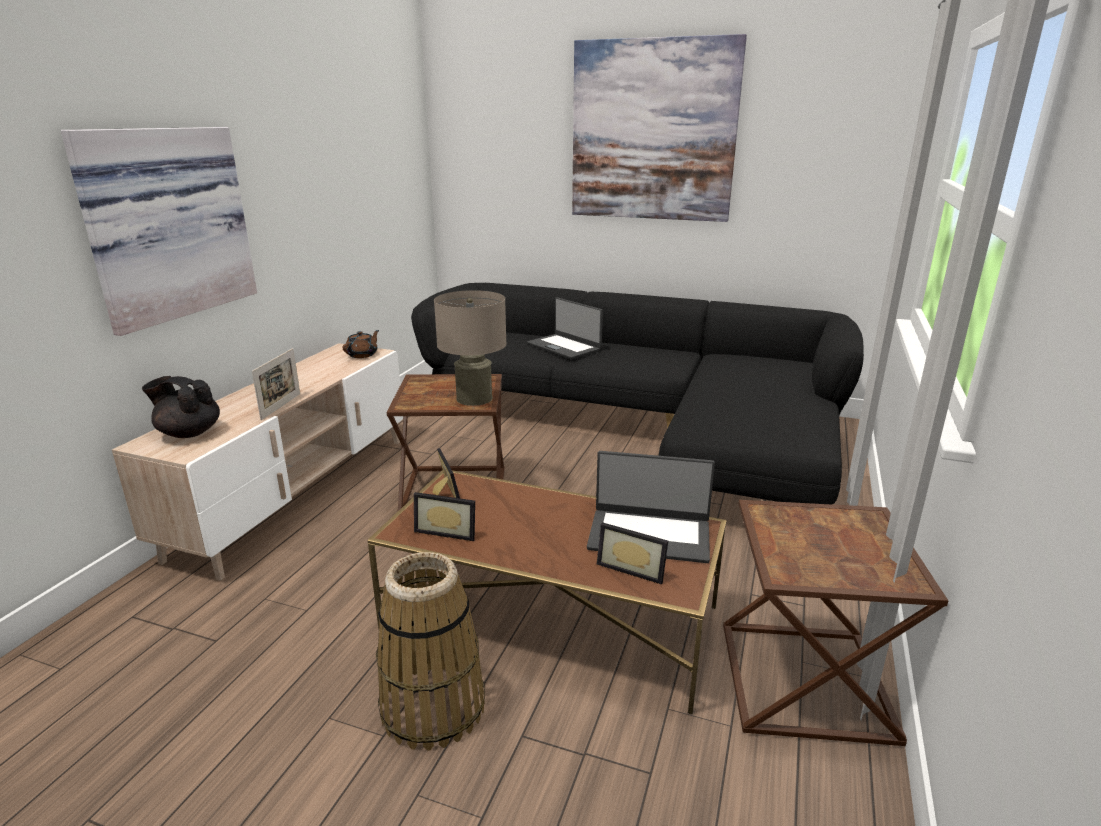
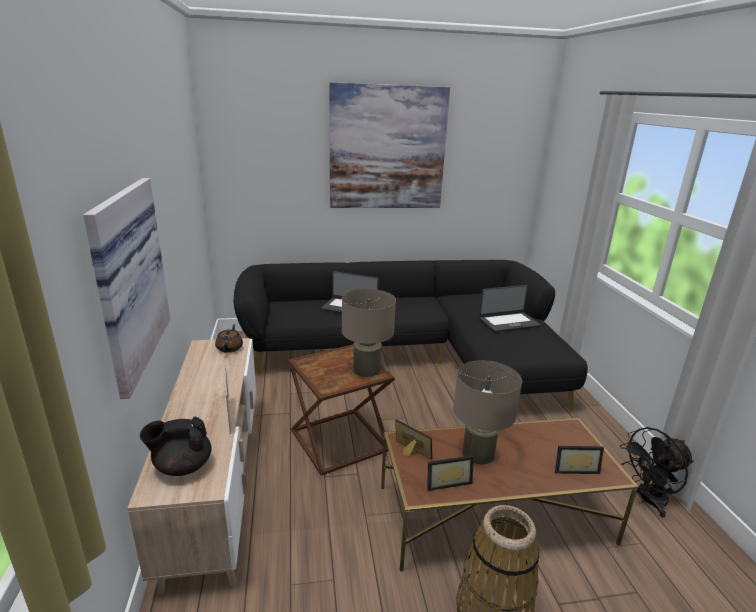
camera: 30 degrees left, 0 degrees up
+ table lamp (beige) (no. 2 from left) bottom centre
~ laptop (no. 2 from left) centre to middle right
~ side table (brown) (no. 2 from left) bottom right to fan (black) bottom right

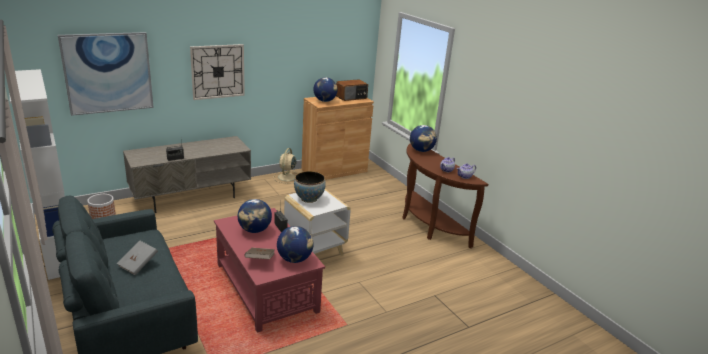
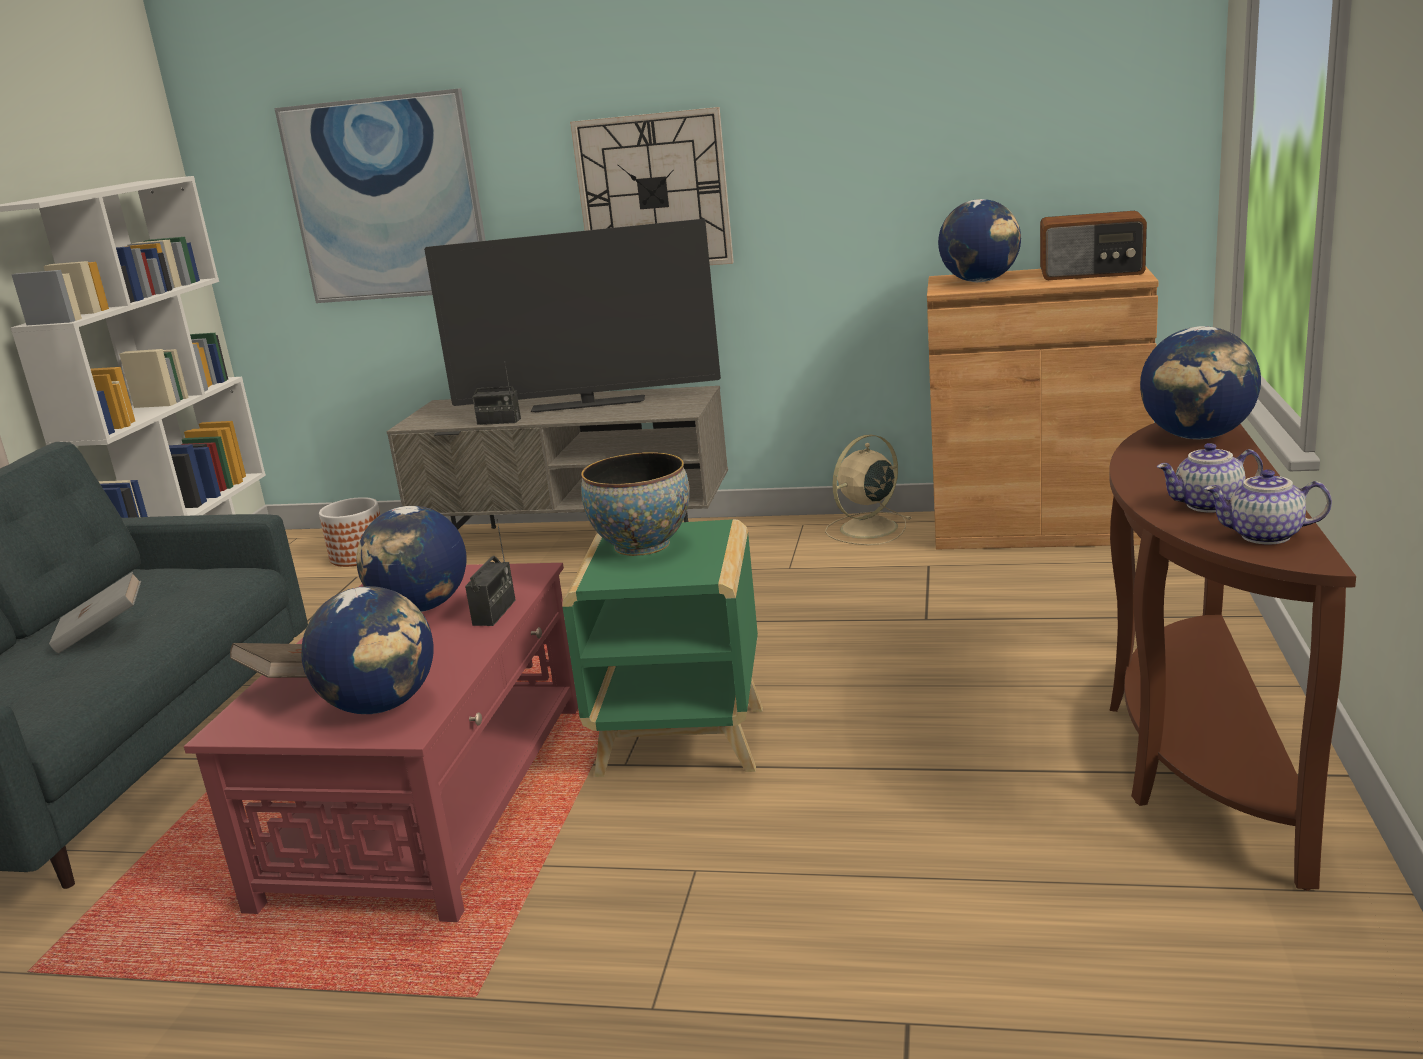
camera: 45 degrees right, 5 degrees down
+ television top centre
~ side table (white) centre to side table (green) centre

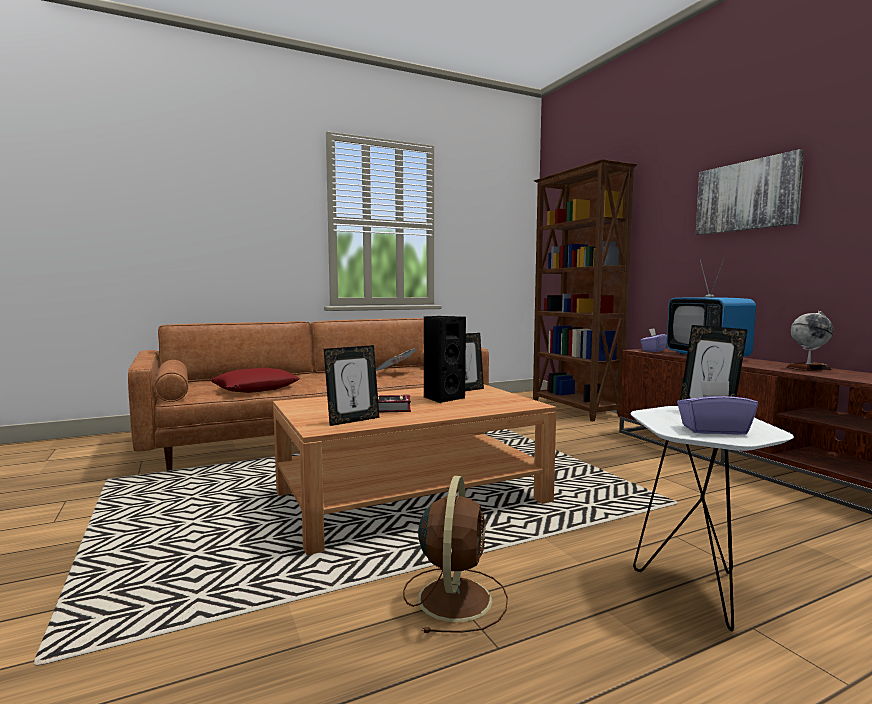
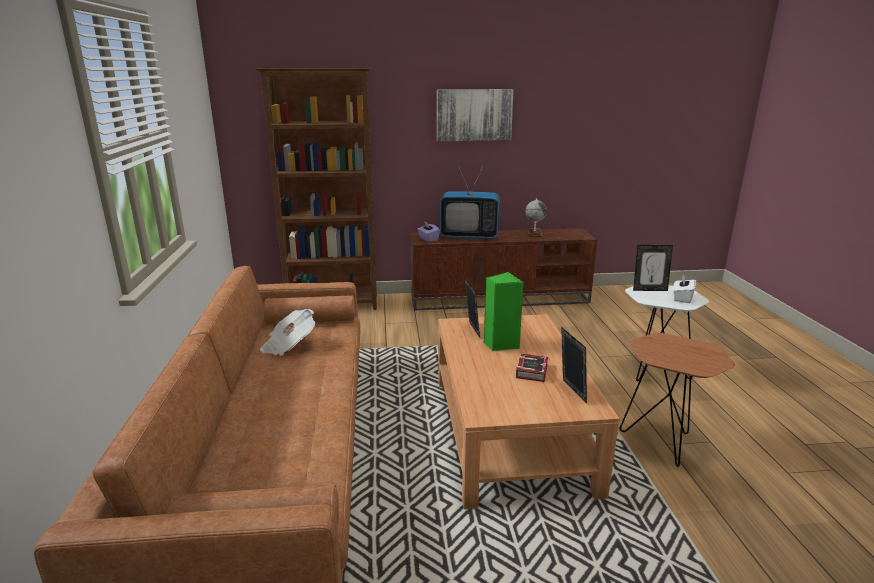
camera: 70 degrees left, 15 degrees up
~ speaker (black) centre to speaker (green) centre
~ fan (brown) bottom centre to side table (brown) bottom right
~ tissue box (purple) (no. 2 from left) middle right to tissue box (white) middle right
- pillow (red) middle left

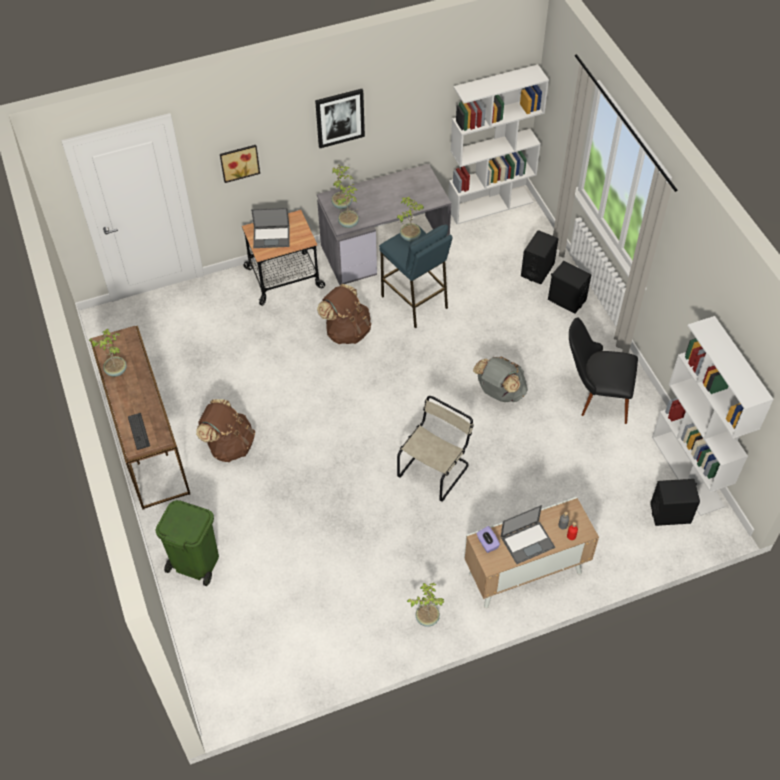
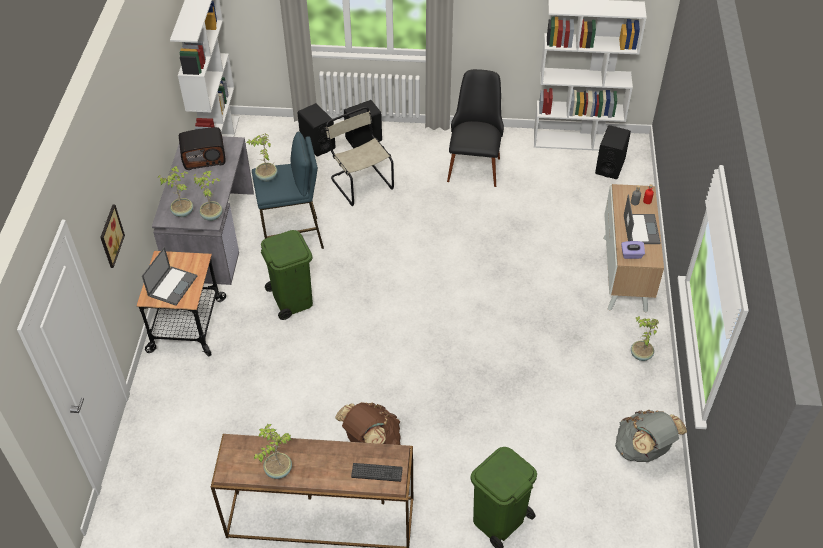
camera: 65 degrees left, 5 degrees down
+ radio top left
~ backpack (brown) (no. 2 from left) centre to trash can (green) (no. 1 from left) centre
~ chair (beige) centre to top centre
~ chair (black) middle right = top centre 150 degrees clockwise
~ backpack (grey) centre to bottom right
- picture (no. 2 from left) top centre

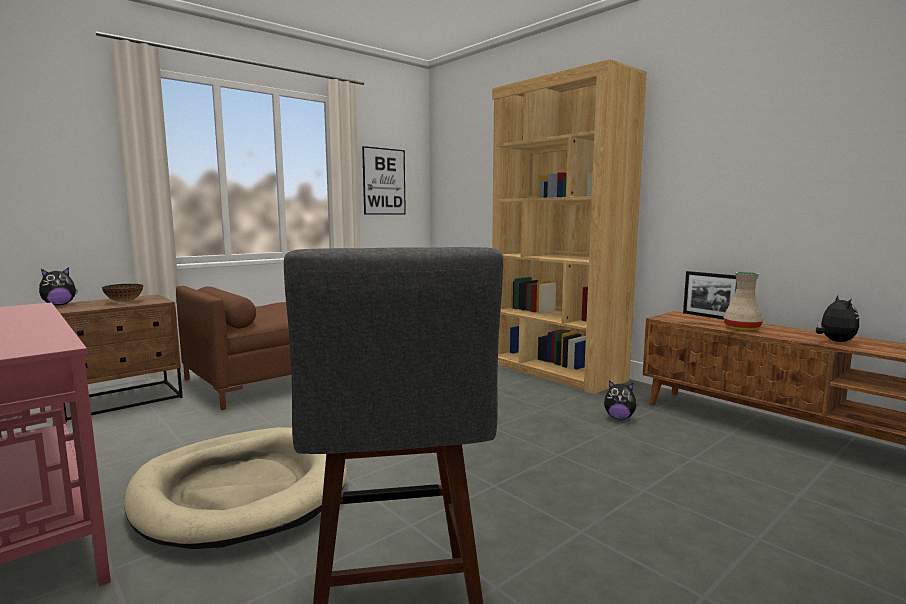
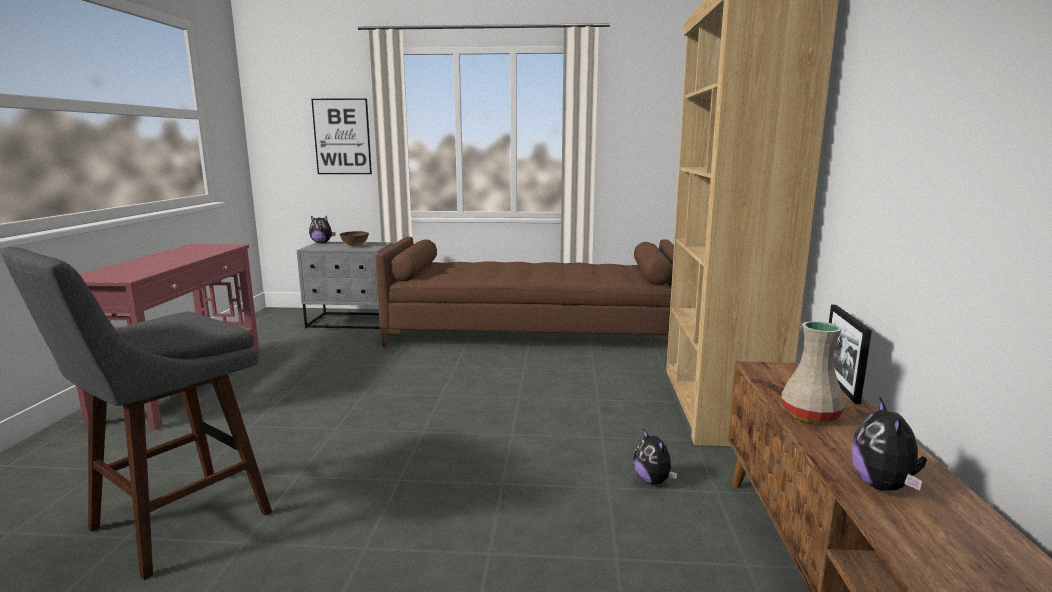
camera: 45 degrees right, 5 degrees up
~ nightstand (brown) middle left to nightstand (grey) middle left
~ picture top centre to top left
~ plush toy (no. 3 from left) middle right = bottom right 135 degrees clockwise
- dog bed (beige) bottom left

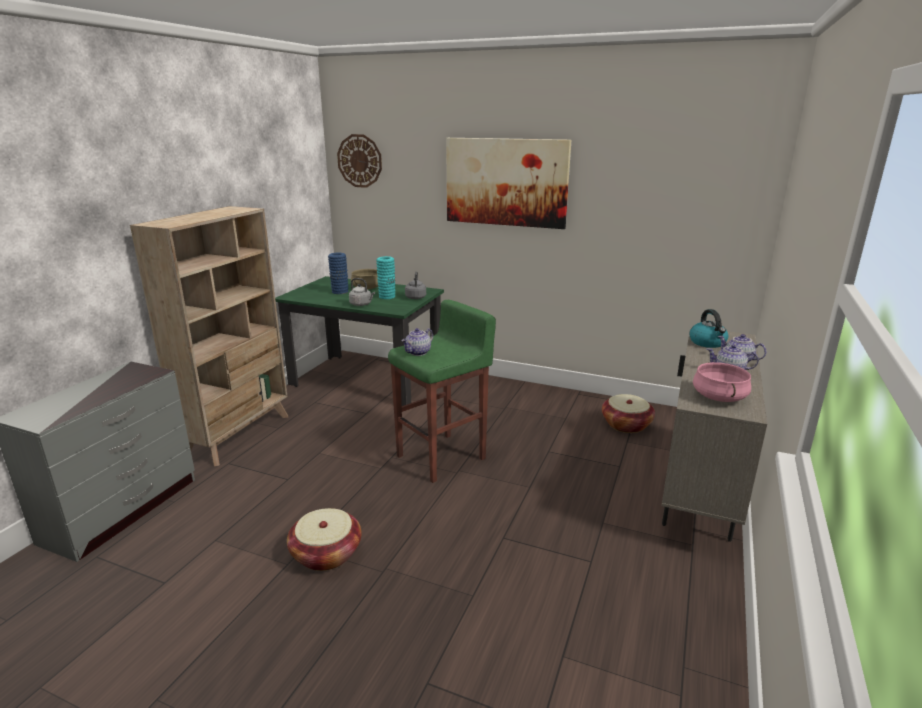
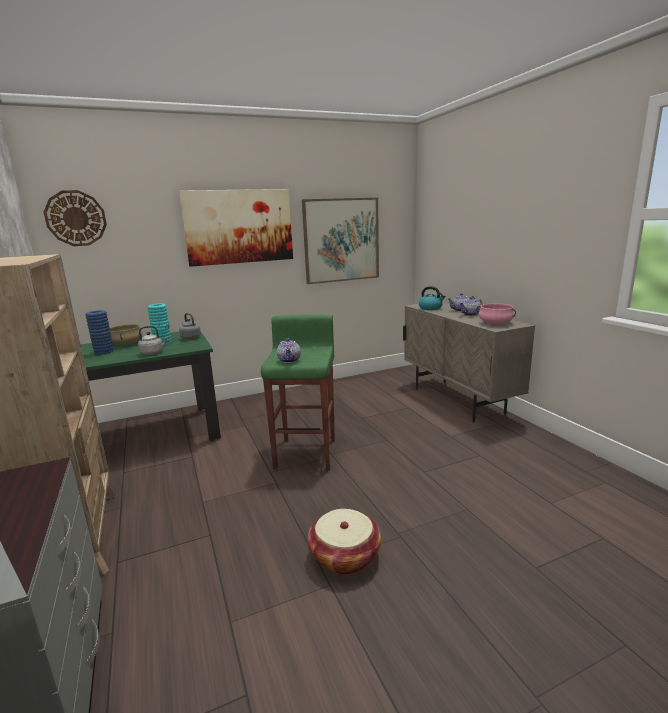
camera: 45 degrees left, 5 degrees down
+ picture (no. 2 from left) centre
- basket (no. 2 from left) middle right

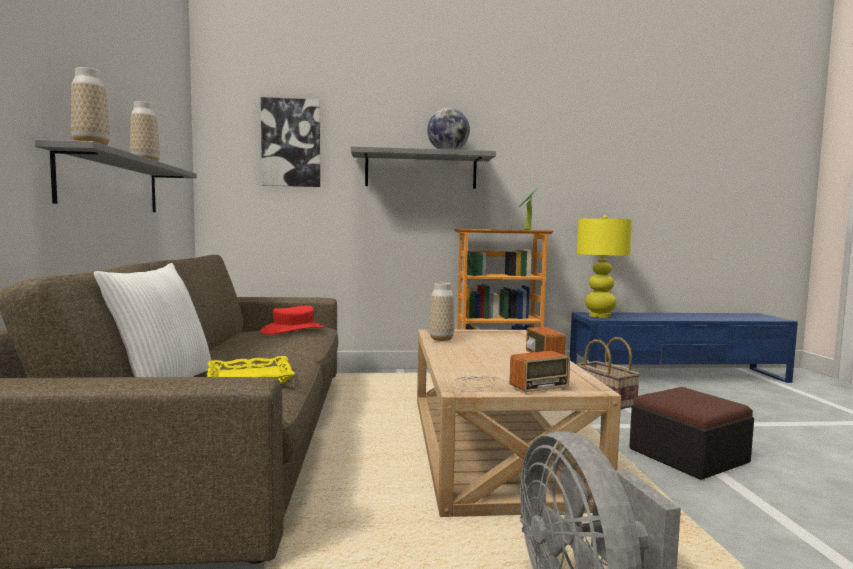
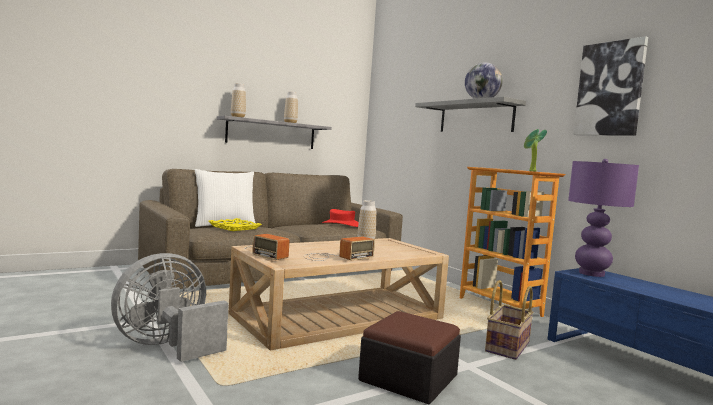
camera: 60 degrees right, 0 degrees up
~ table lamp (yellow) middle right to table lamp (purple) middle right
~ picture top centre to top right

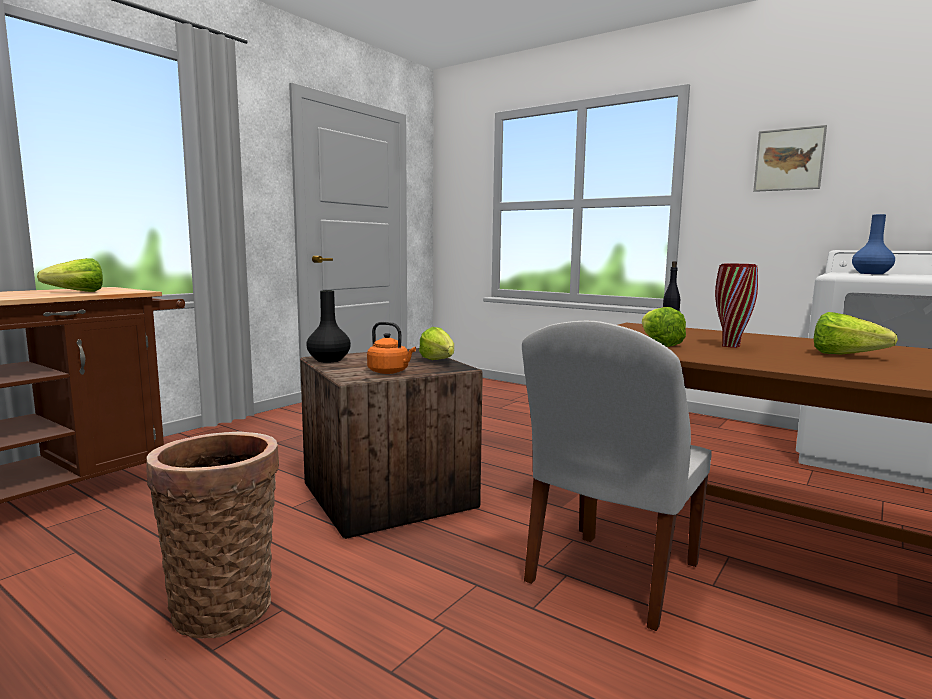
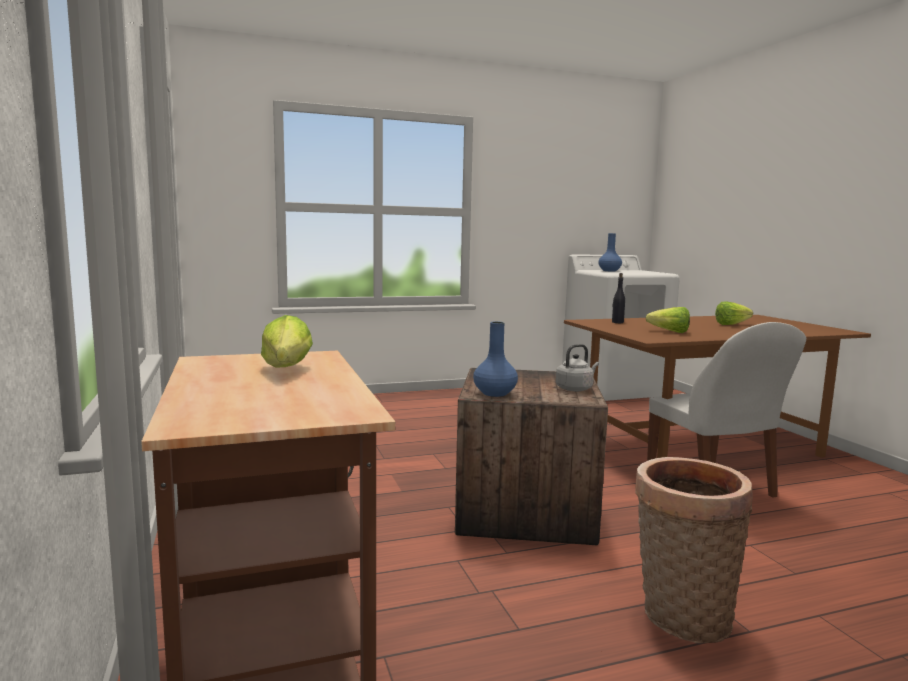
camera: 55 degrees left, 0 degrees up
~ vase (black) centre to vase (blue) (no. 1 from left) centre
~ kettle (orange) centre to kettle (grey) centre
- lettuce (no. 2 from left) centre
- vase (red) middle right
- picture top right

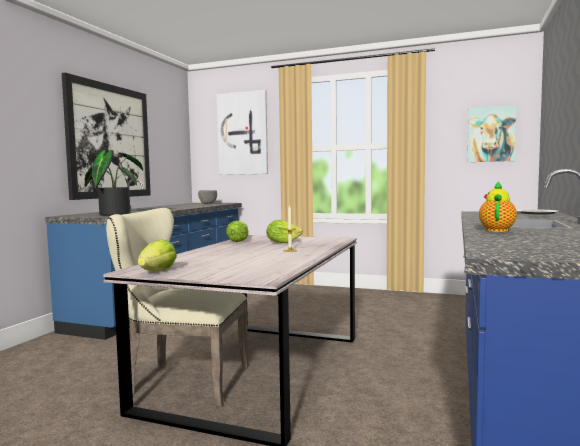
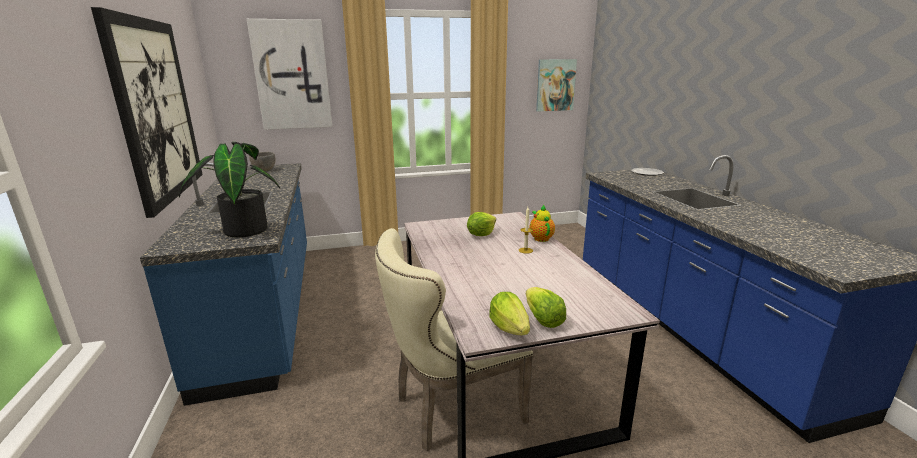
camera: 35 degrees left, 15 degrees up
~ lettuce (no. 2 from left in the first image) centre to lettuce (no. 3 from left) bottom centre
~ teapot middle right to centre

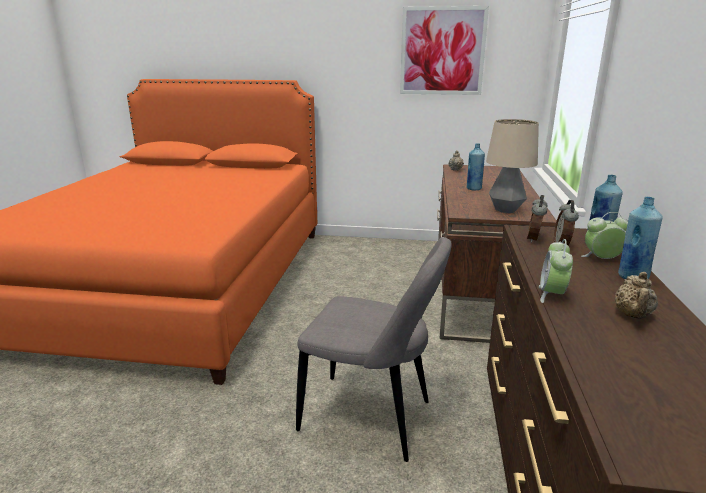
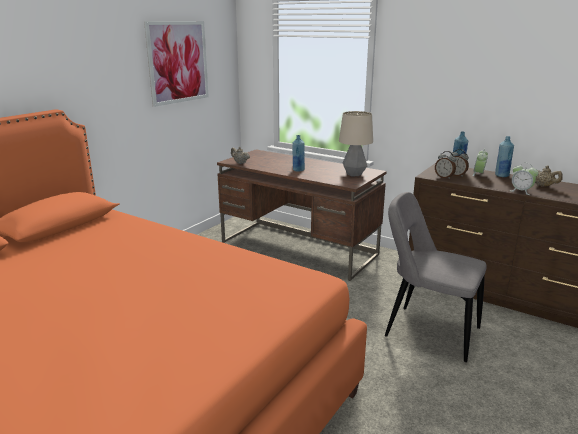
camera: 65 degrees left, 0 degrees up
~ chair (grey) bottom centre = middle right 105 degrees counterclockwise

